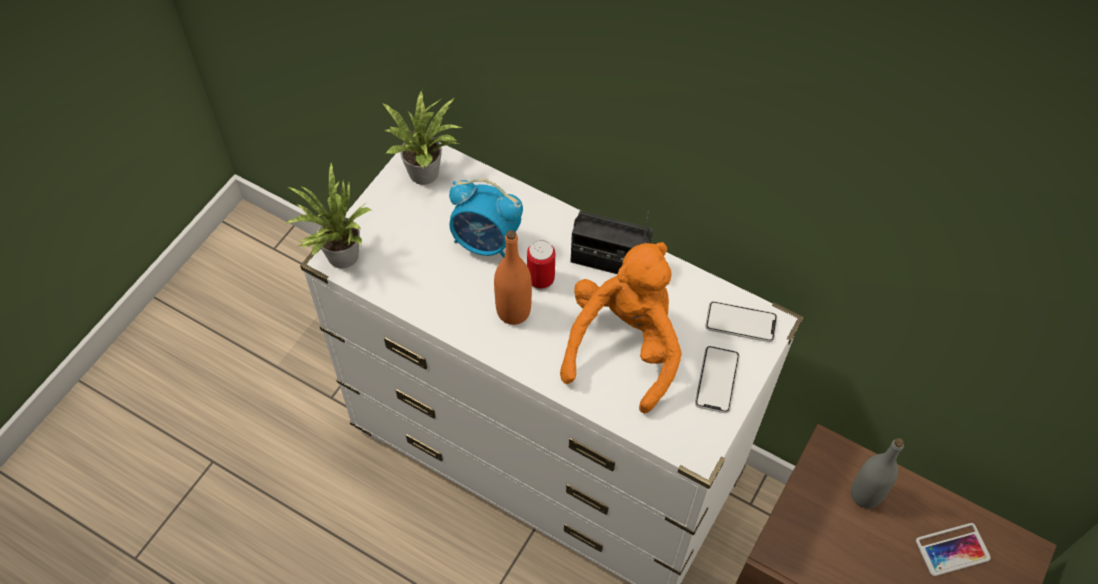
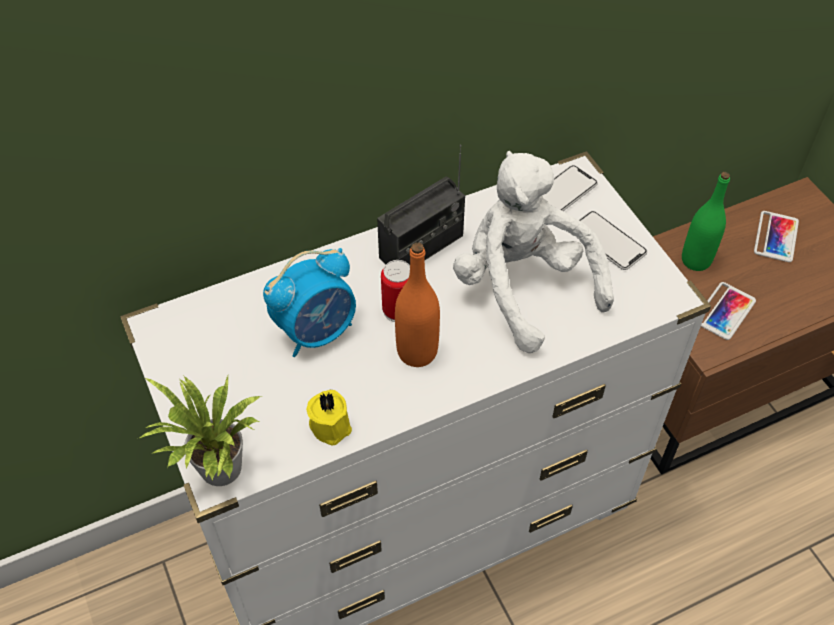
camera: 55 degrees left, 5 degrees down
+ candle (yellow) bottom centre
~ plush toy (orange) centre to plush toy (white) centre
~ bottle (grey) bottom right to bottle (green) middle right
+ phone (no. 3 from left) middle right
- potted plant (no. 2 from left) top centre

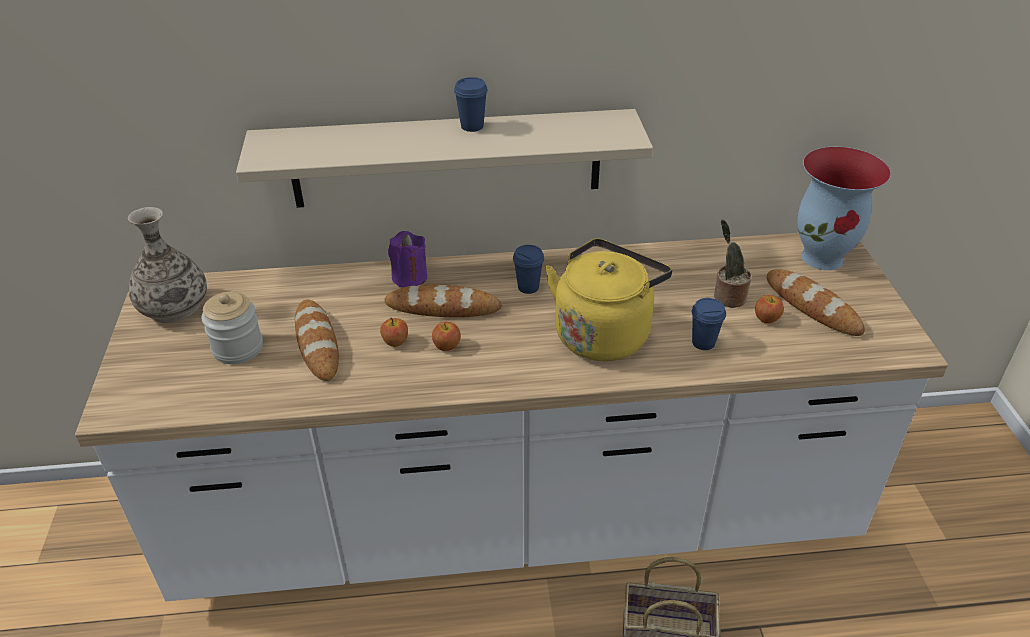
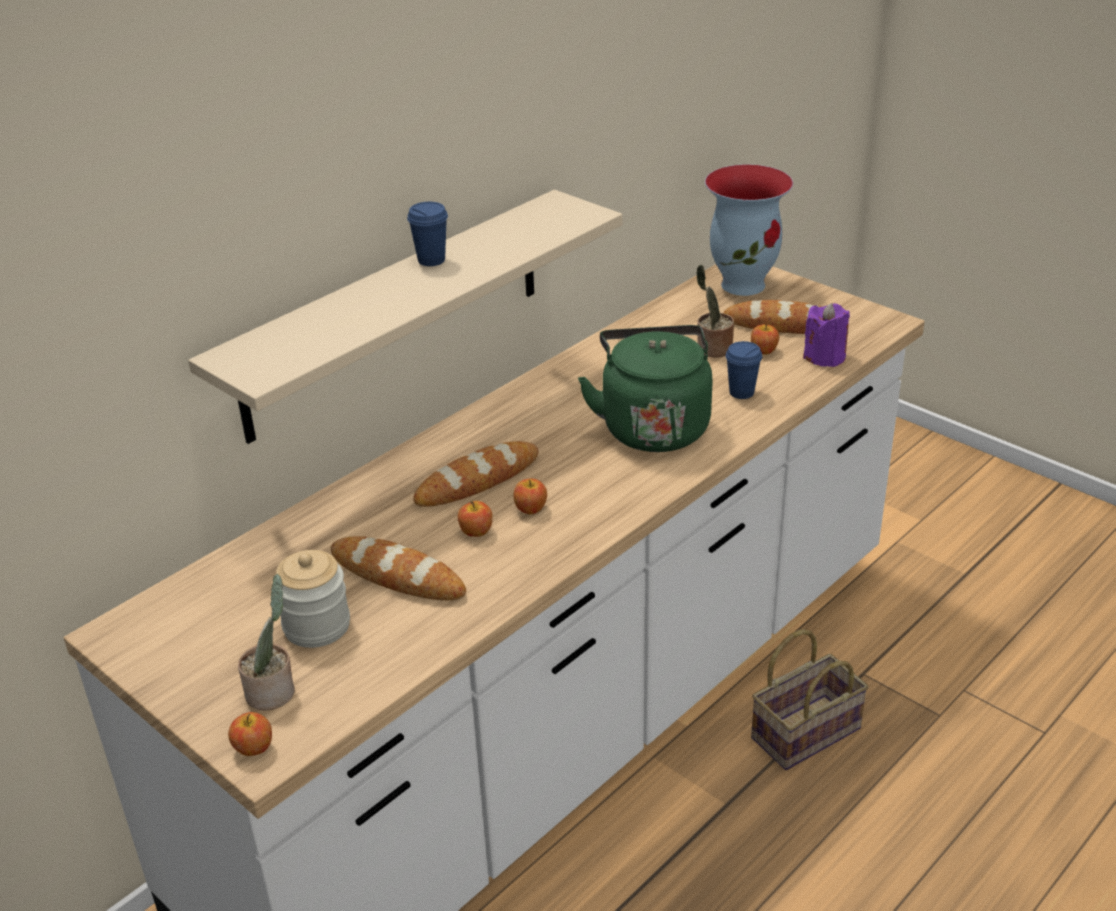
camera: 40 degrees left, 5 degrees down
+ apple (no. 1 from left) bottom left
+ potted plant (no. 1 from left) bottom left
~ kettle (yellow) centre to kettle (green) centre
~ candle (purple) centre to middle right
- vase (no. 1 from left) middle left
- cup (blue) (no. 2 from left) centre

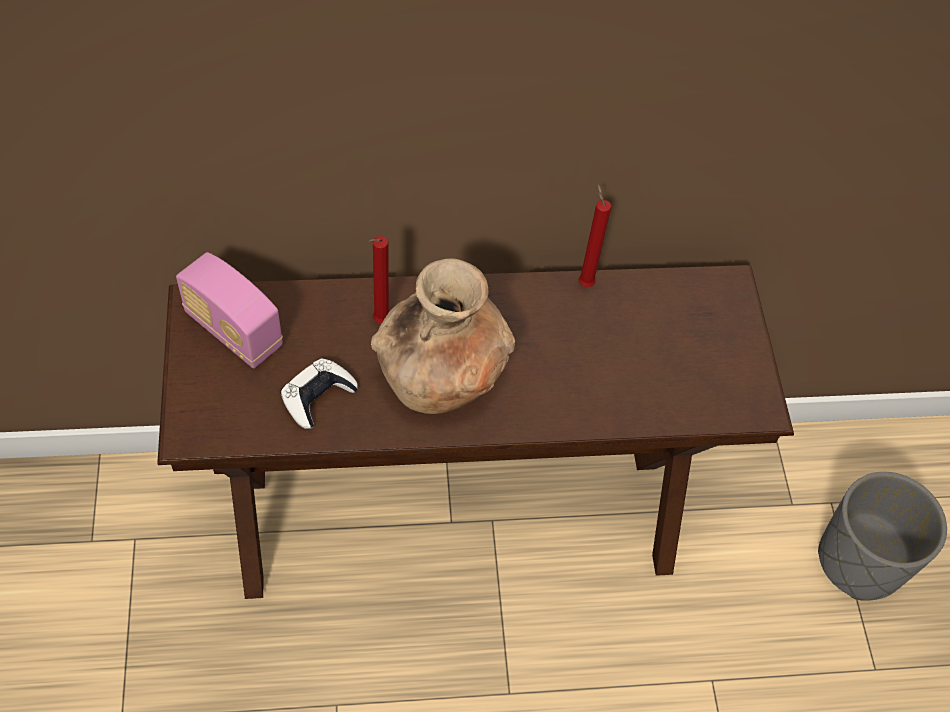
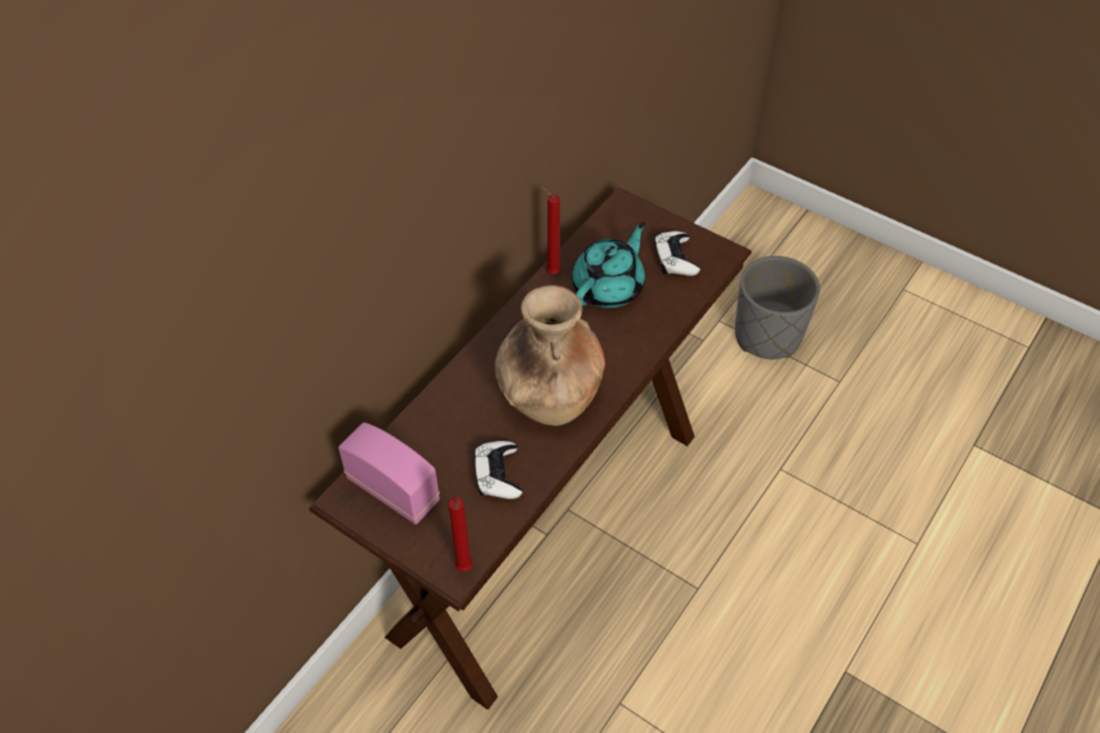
camera: 45 degrees left, 5 degrees down
~ radio middle left = centre 135 degrees counterclockwise
~ candle (red) (no. 1 from left) centre to bottom centre
+ teapot (turquoise) centre
+ game controller (white) (no. 2 from left) centre

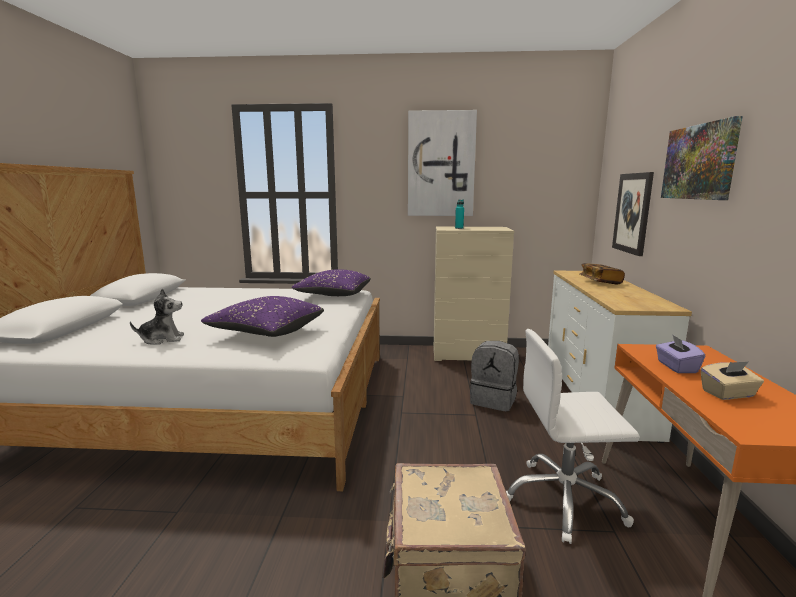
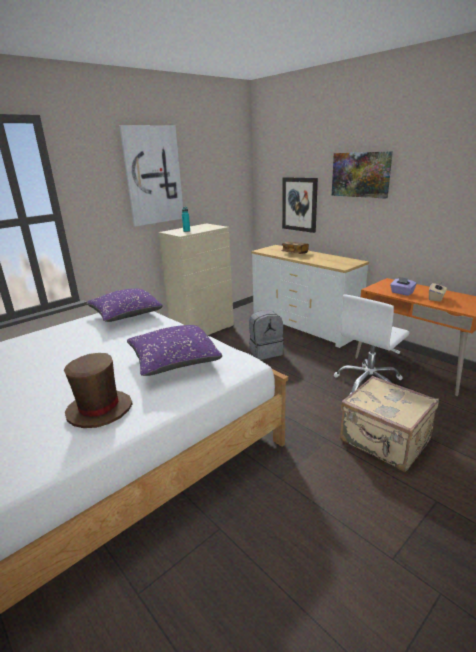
camera: 45 degrees left, 10 degrees up
~ plush toy middle left to hat (brown) middle left

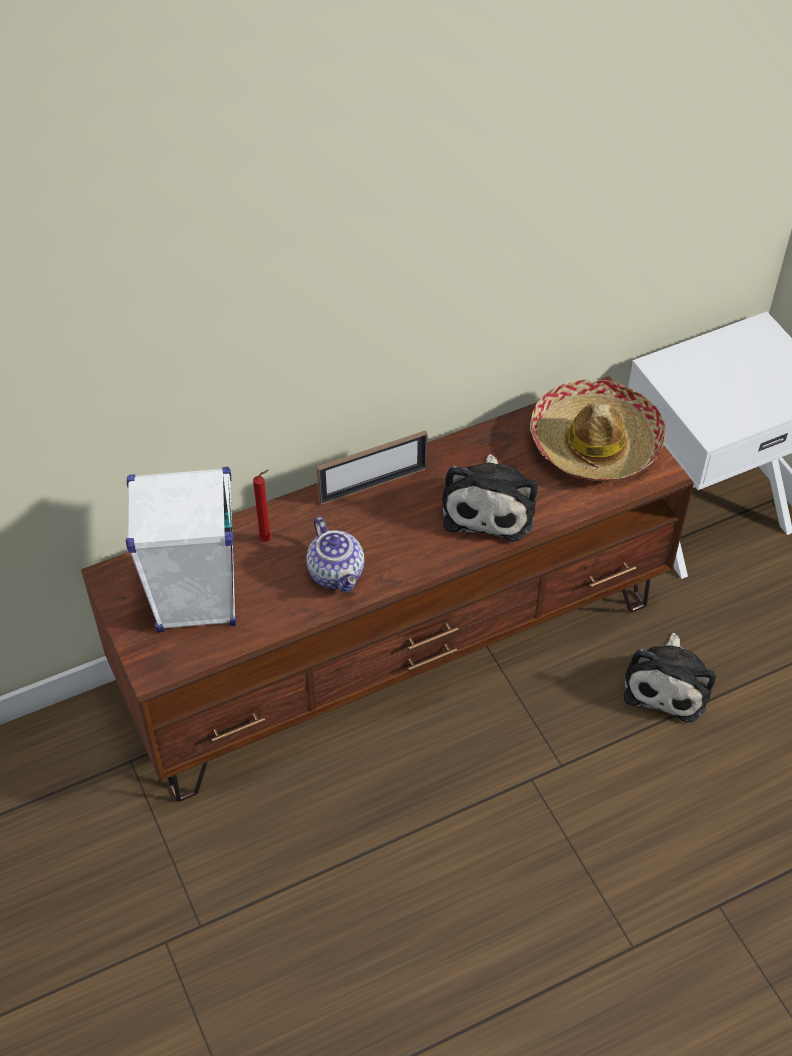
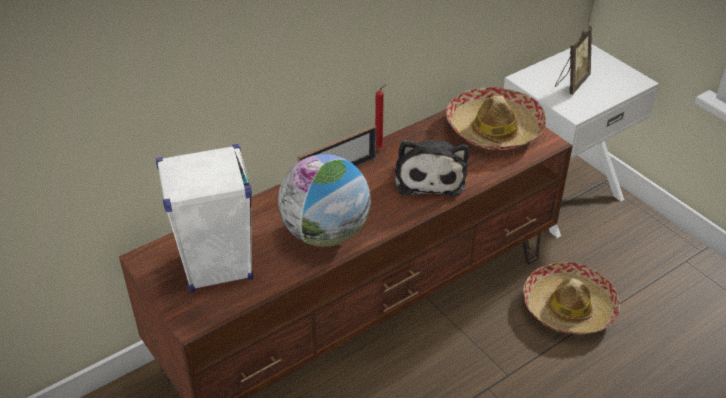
camera: 10 degrees left, 10 degrees down
~ teapot centre to globe centre
~ candle (red) middle left to top centre
~ plush toy (no. 2 from left) middle right to hat (no. 2 from left) bottom right
+ picture frame (no. 2 from left) top right

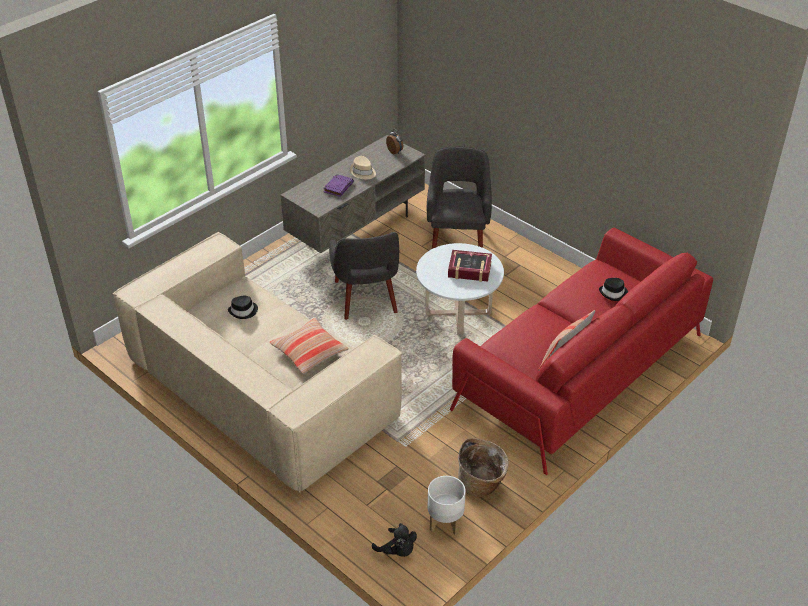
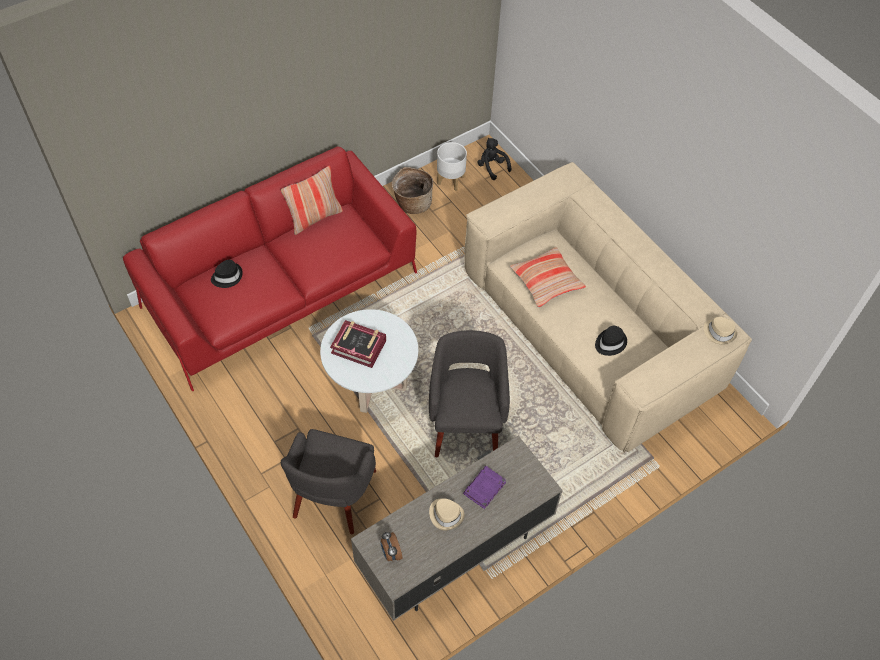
camera: 170 degrees left, 15 degrees up
+ hat (beige) (no. 2 from left) middle right

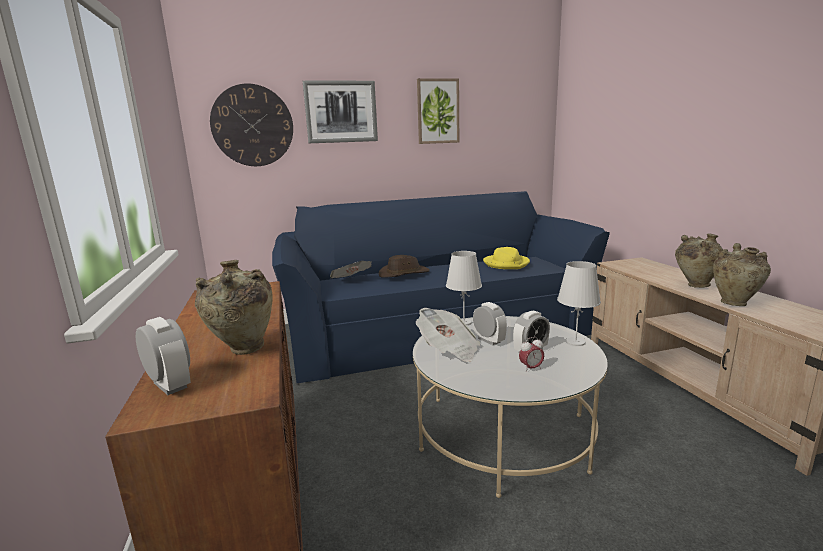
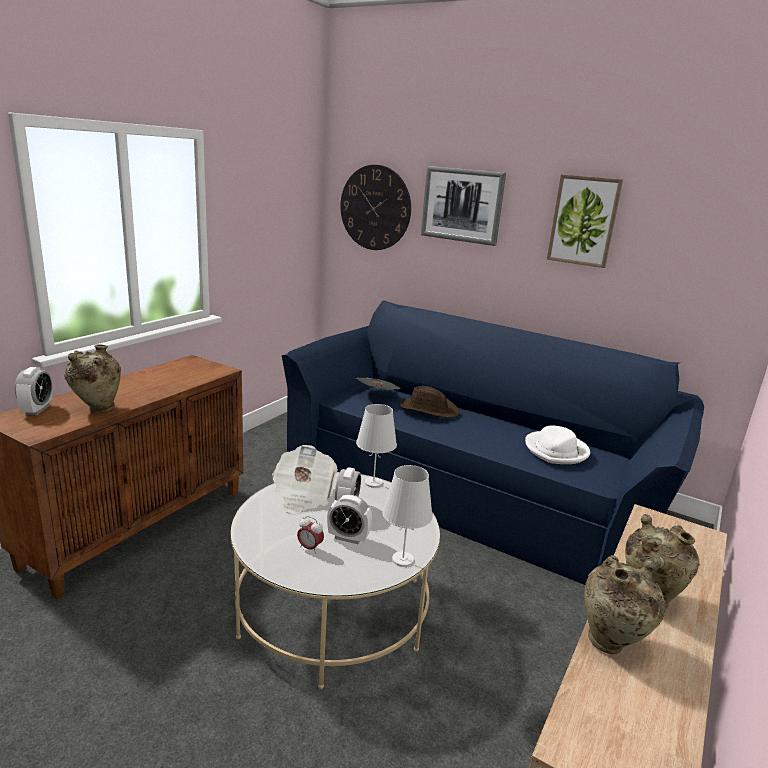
camera: 45 degrees right, 5 degrees up
~ hat (yellow) centre to hat (white) middle right

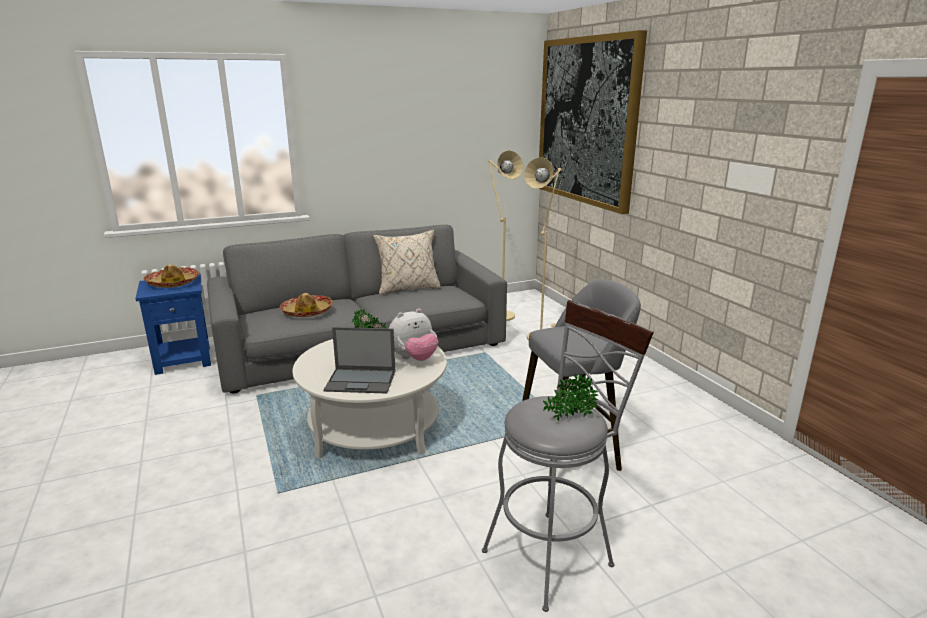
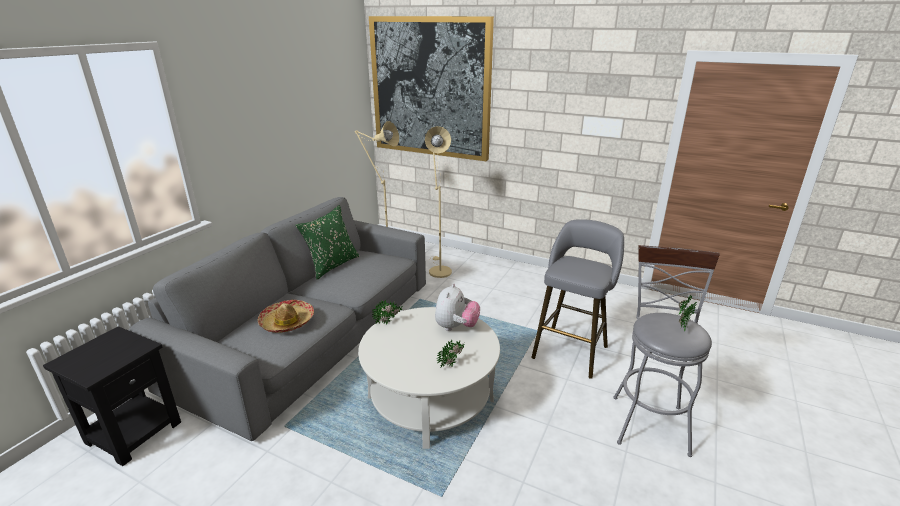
camera: 40 degrees left, 5 degrees up
~ side table (blue) middle left to side table (black) bottom left
~ pillow (beige) centre to pillow (green) centre
~ laptop centre to potted plant (no. 2 from left) bottom centre
- hat (no. 1 from left) middle left

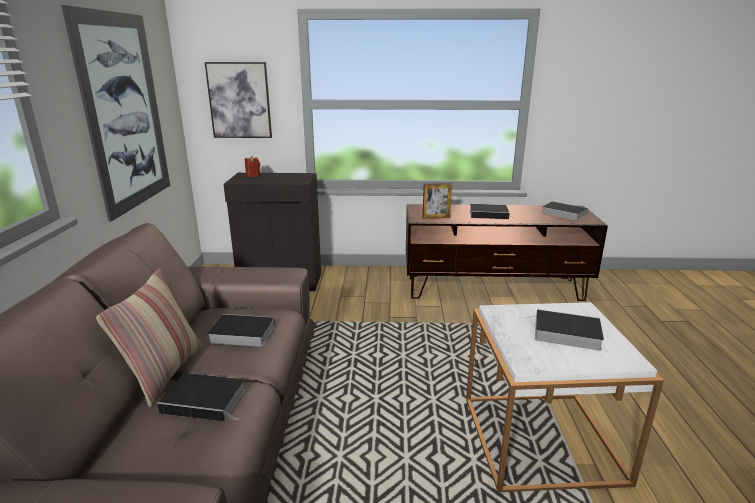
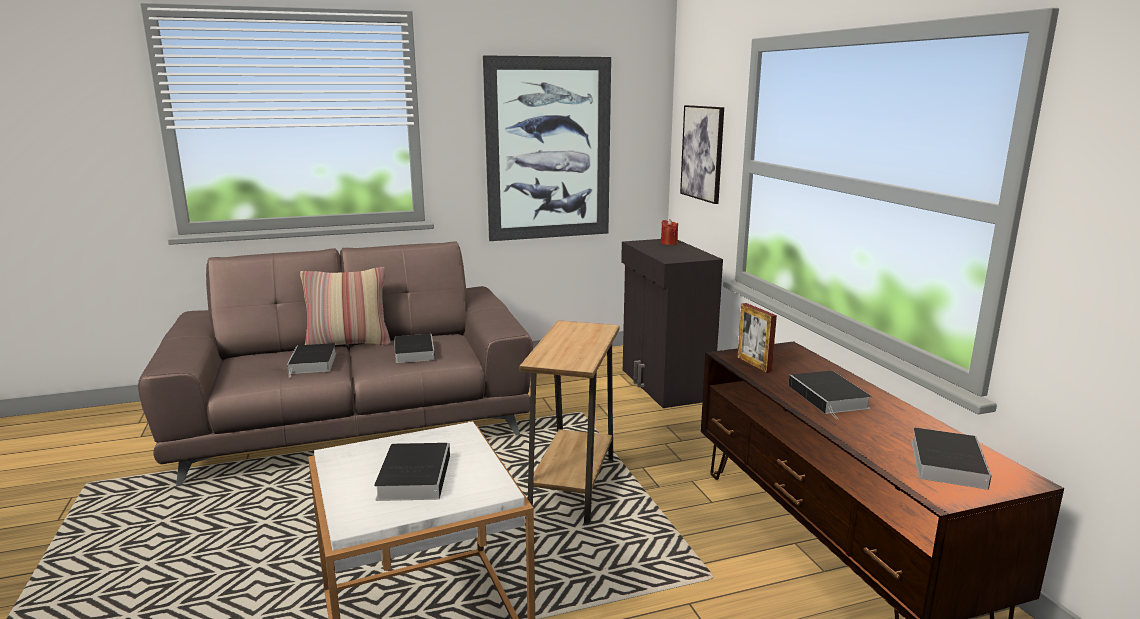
camera: 70 degrees right, 5 degrees down
+ side table (brown) bottom centre

